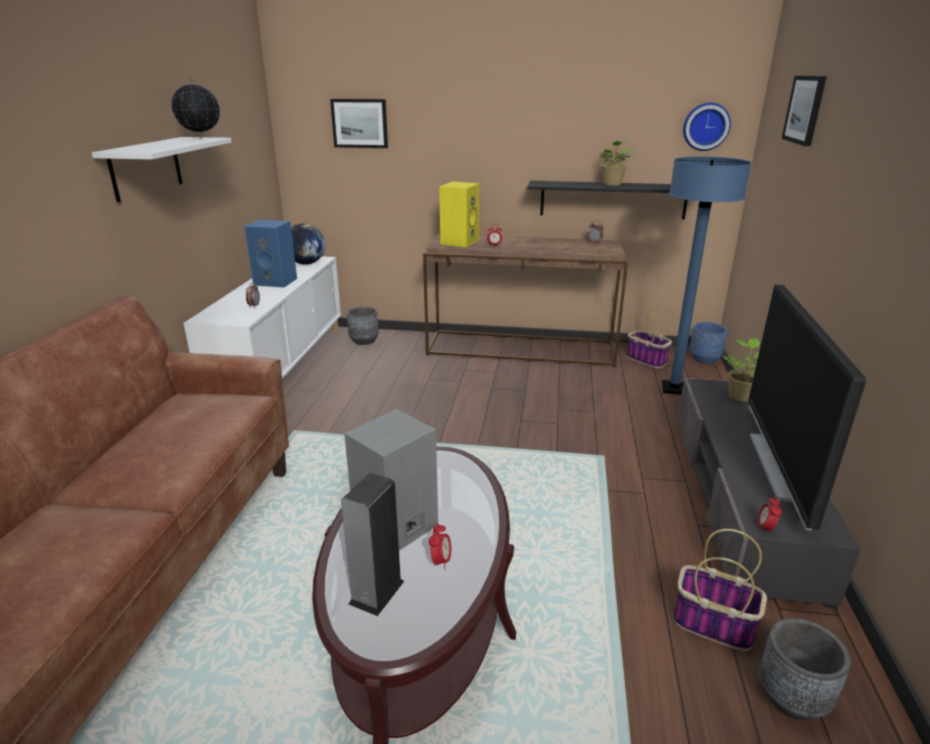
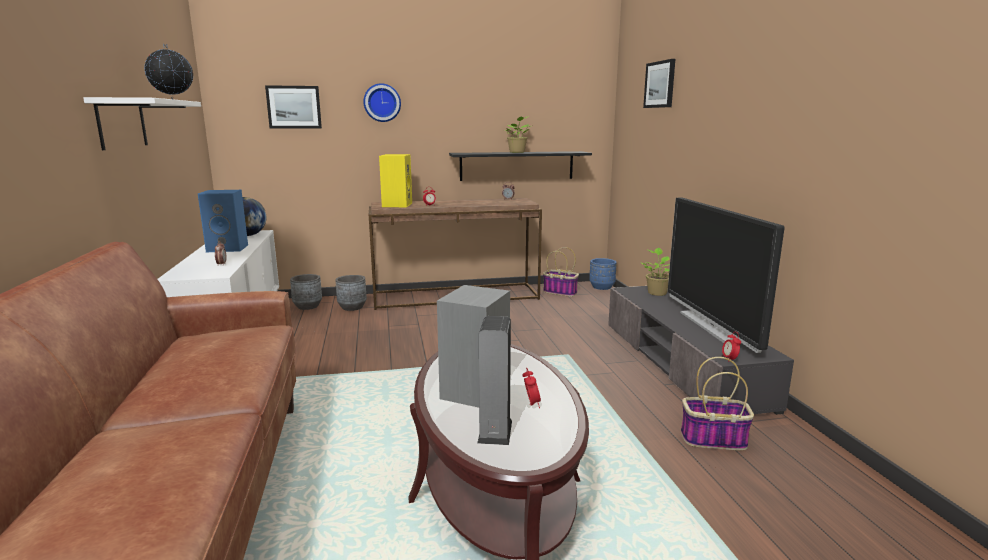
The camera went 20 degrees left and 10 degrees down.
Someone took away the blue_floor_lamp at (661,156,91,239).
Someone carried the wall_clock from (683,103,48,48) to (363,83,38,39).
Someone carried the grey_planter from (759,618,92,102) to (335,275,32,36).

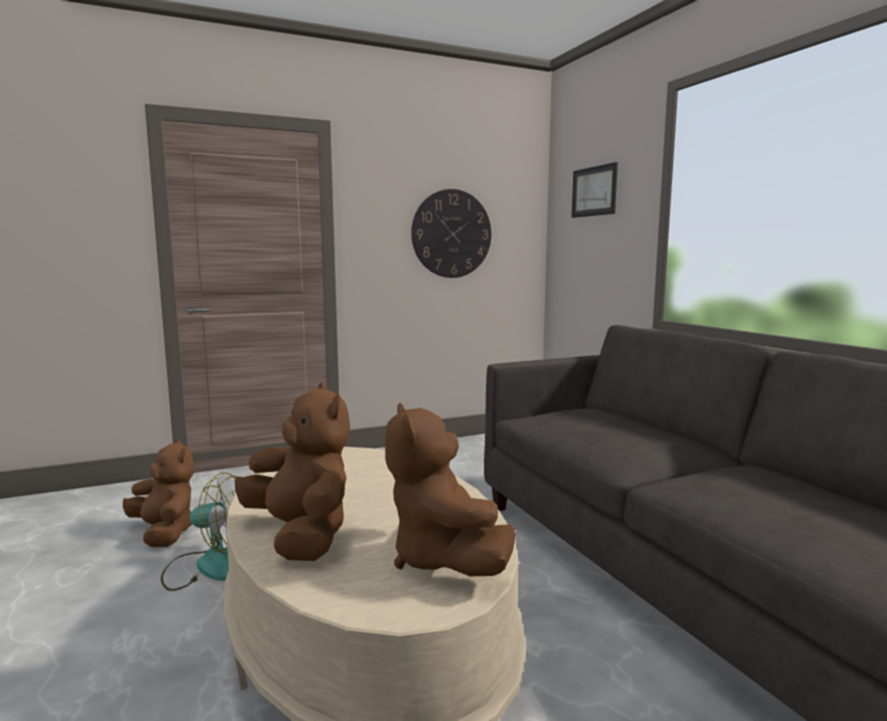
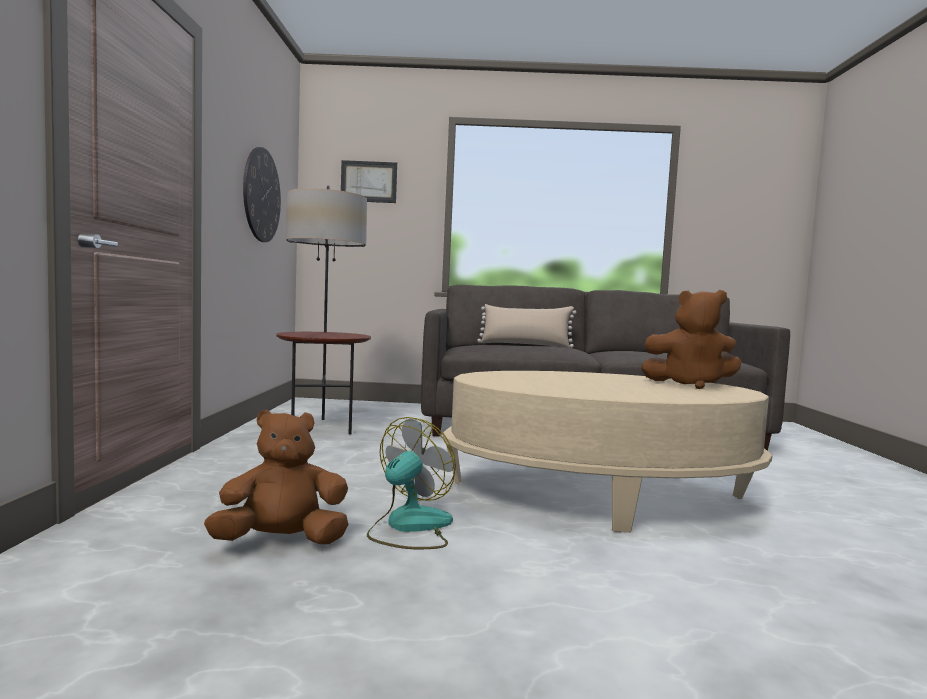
The camera went 65 degrees left and 5 degrees down.
Someone took away the brown_plush_toy at (235,382,115,179).
Someone put down the floor_lamp at (276,185,95,249).
Someone put down the beige_pillow at (477,304,99,44).

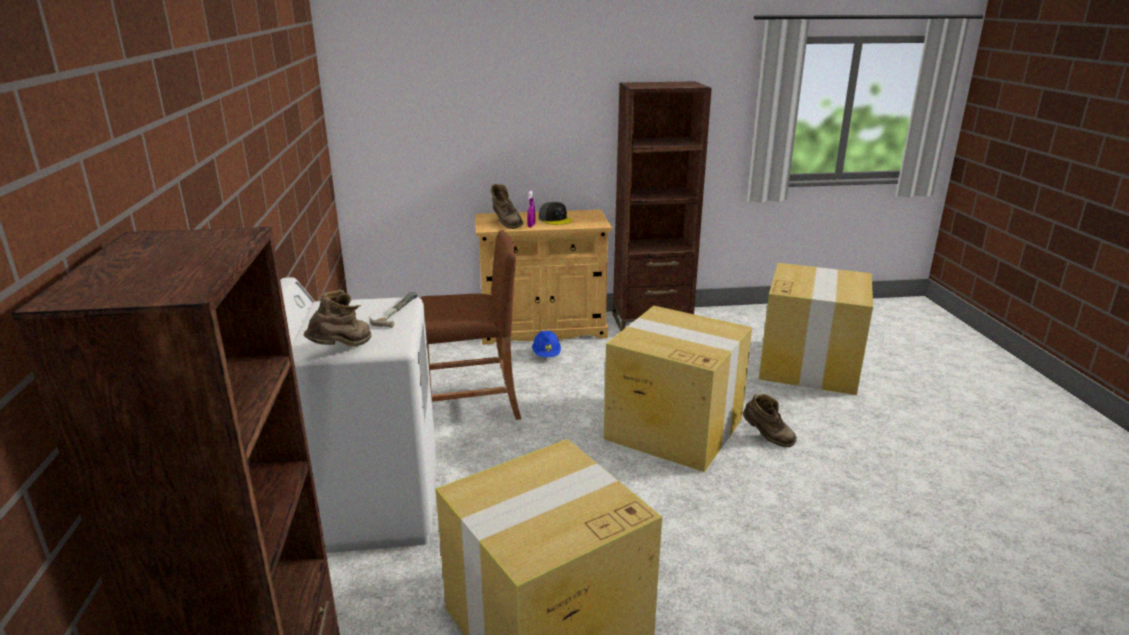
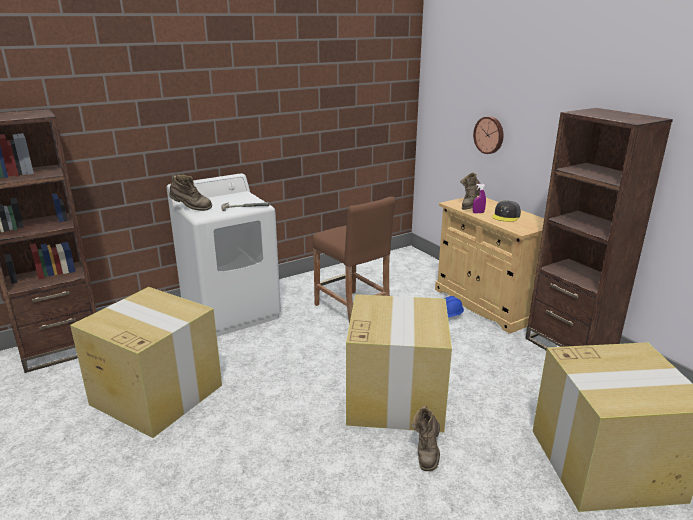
The camera went 65 degrees right and 0 degrees up.
Someone put up the wall_clock at (473,116,31,38).

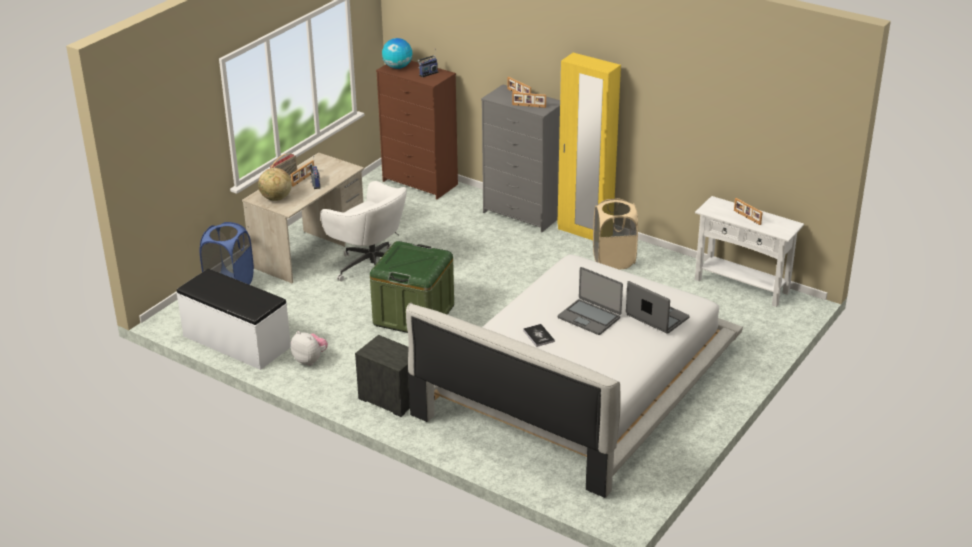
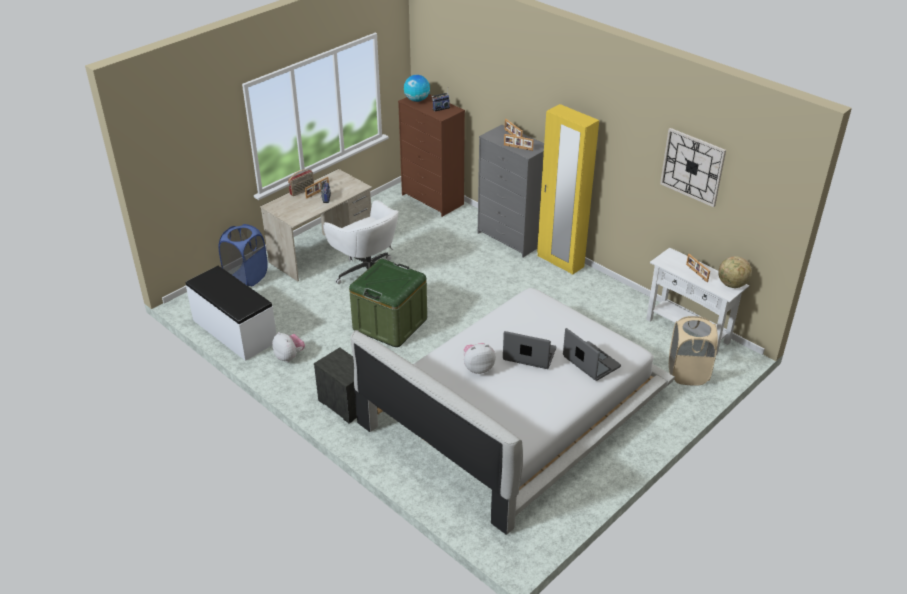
The camera went 10 degrees right and 5 degrees up.
Someone carried the globe from (258,168,34,33) to (718,256,34,32).
Someone swapped the book at (523,324,32,23) for the plush_toy at (463,343,33,31).
Someone rotated the laptop at (558,267,65,68) by 150 degrees clockwise.
Someone carried the beige_laundry_basket from (593,198,45,72) to (669,316,49,69).
Someone put up the wall_clock at (660,128,66,79).

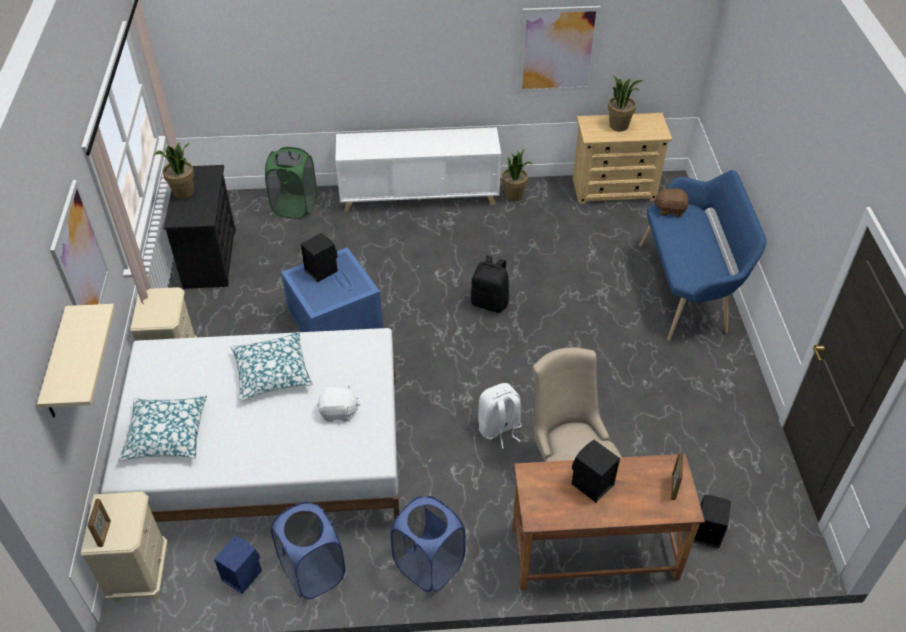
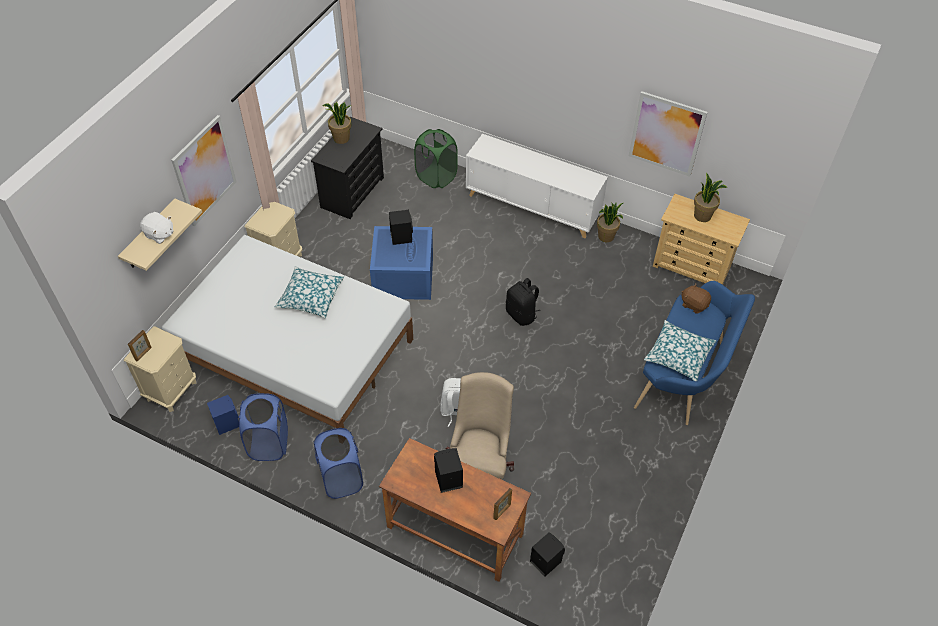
The camera went 30 degrees right and 5 degrees up.
Someone carried the pillow from (118,395,89,66) to (644,320,72,61).
Someone carried the white_plush_toy from (317,385,44,37) to (140,212,34,32).

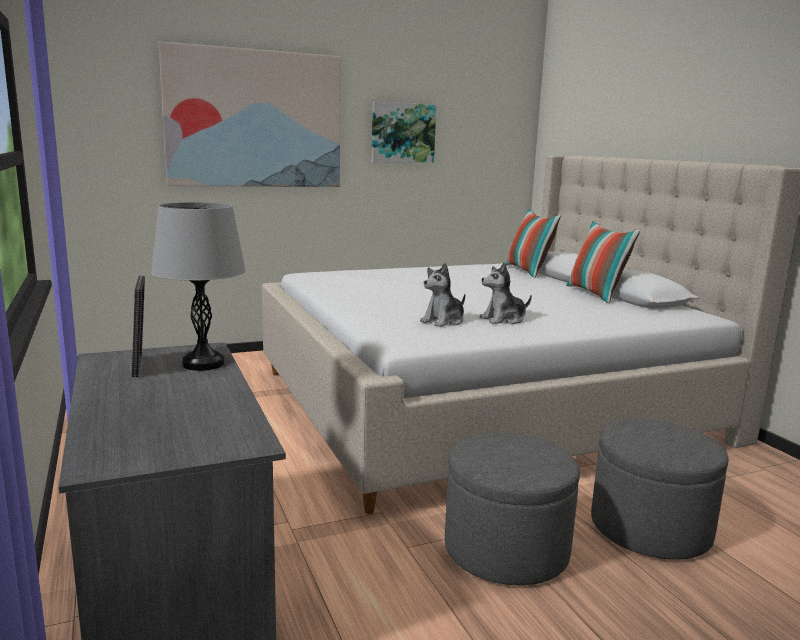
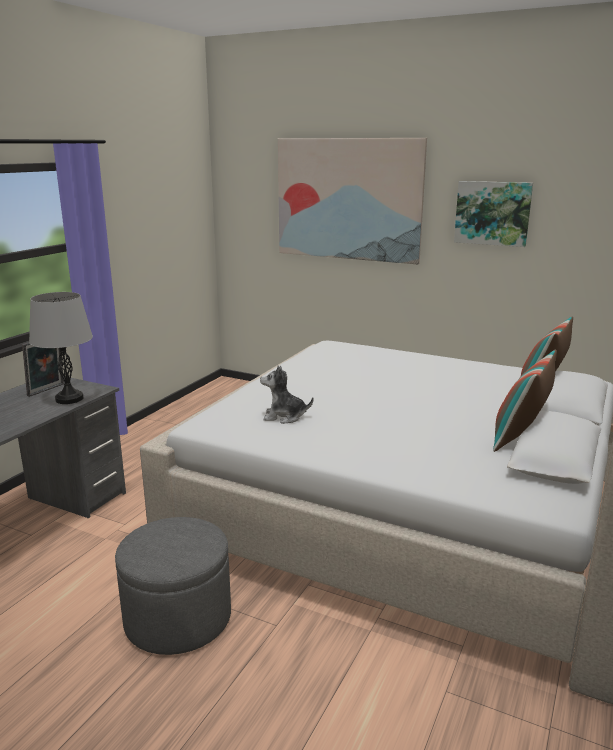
The camera went 50 degrees right and 5 degrees up.
Someone took away the plush_toy at (480,262,52,62).
Someone took away the grey_ottoman at (591,419,138,141).

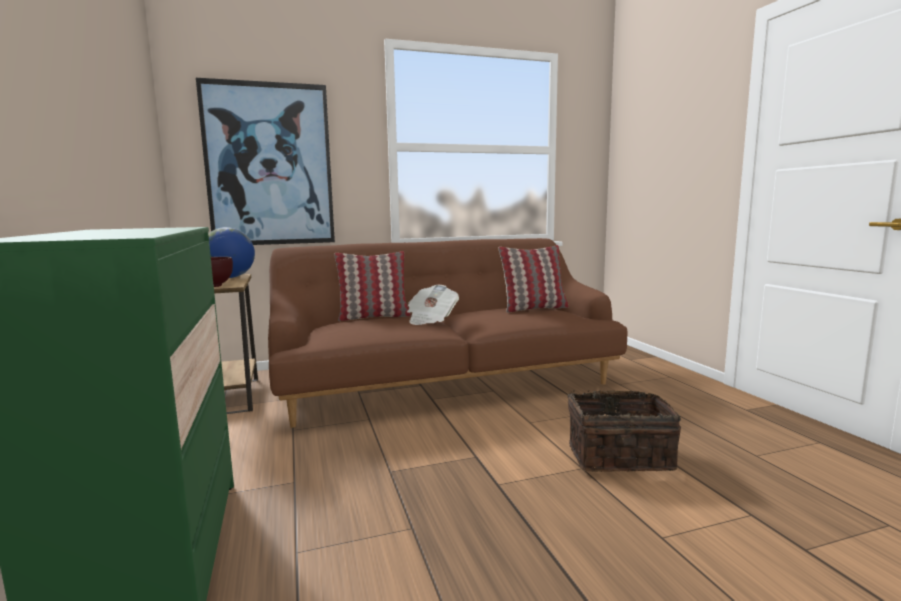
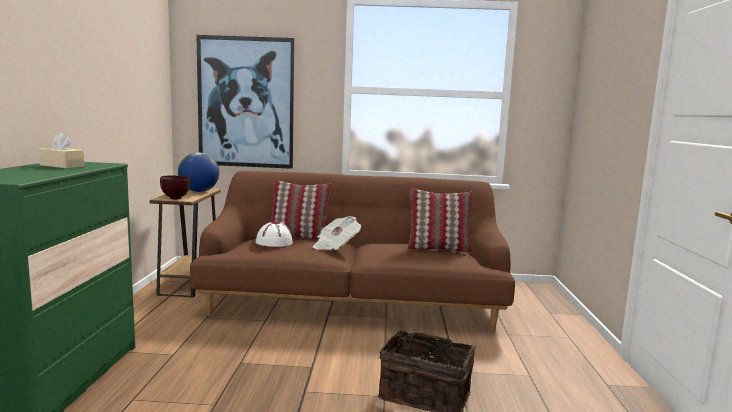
The camera went 20 degrees right and 0 degrees up.
Someone put down the beige_tissue_box at (39,133,45,35).
Someone put down the white_hat at (255,221,38,26).

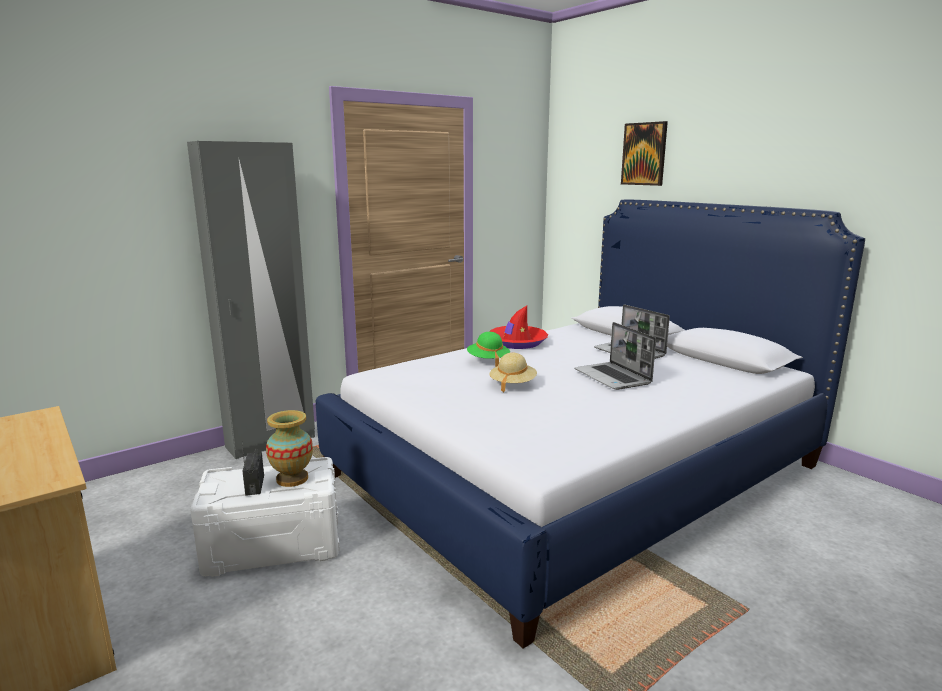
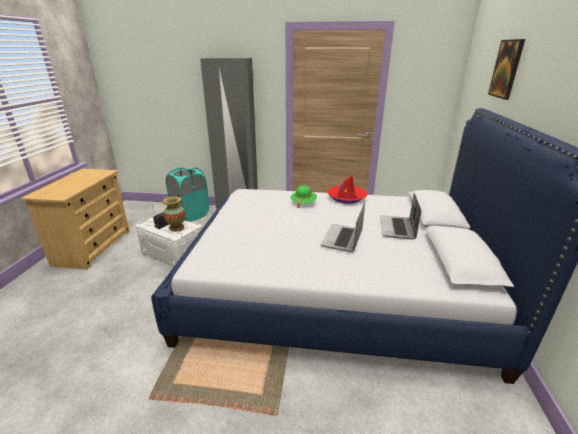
The camera went 45 degrees right and 10 degrees up.
Someone took away the beige_hat at (490,353,47,39).
Someone put down the turquoise_laundry_basket at (166,167,43,54).

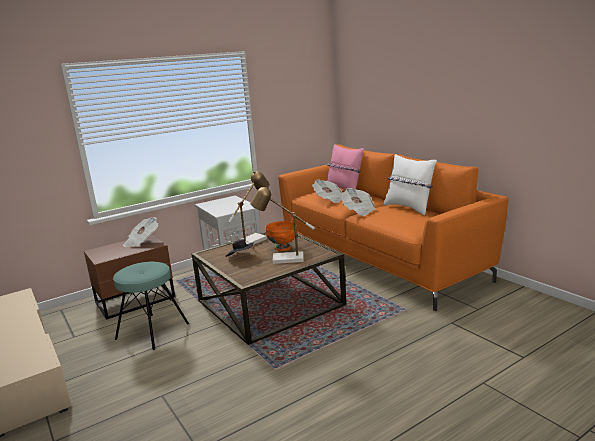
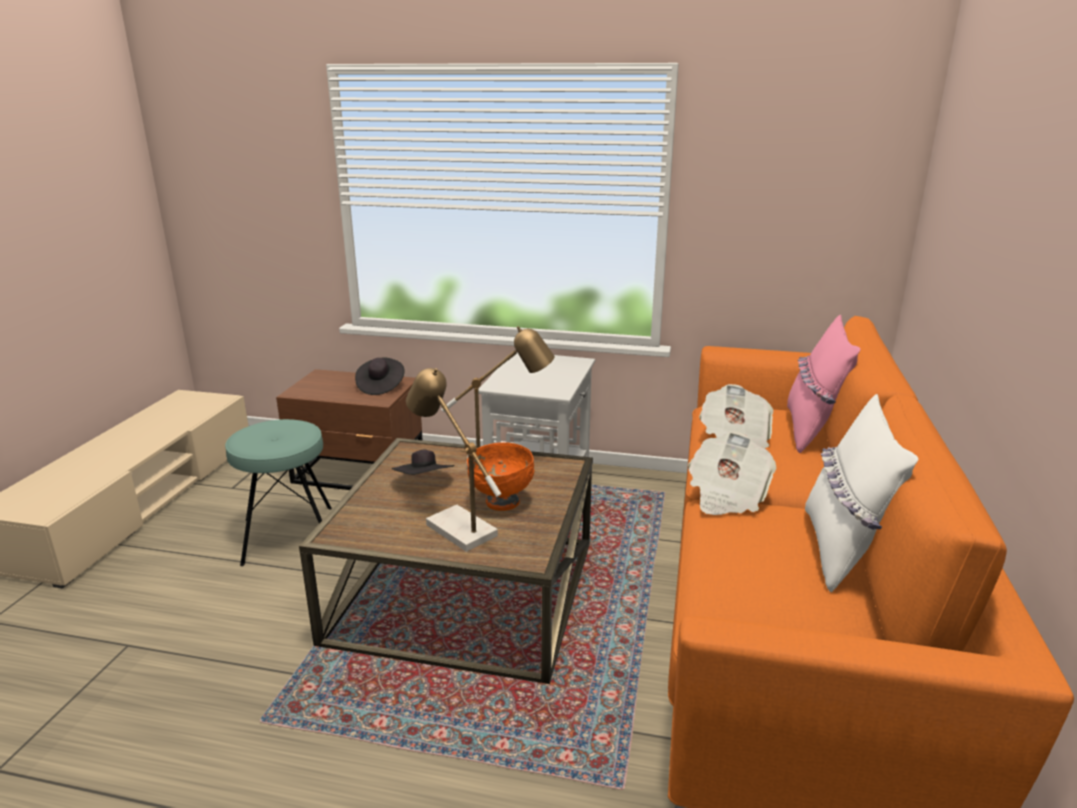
The camera went 45 degrees right and 5 degrees up.
Someone swapped the newspaper at (123,217,35,30) for the black_hat at (355,357,49,38).

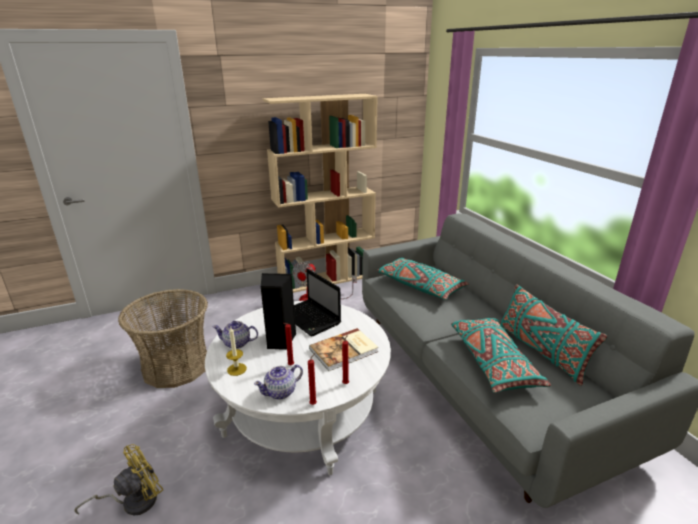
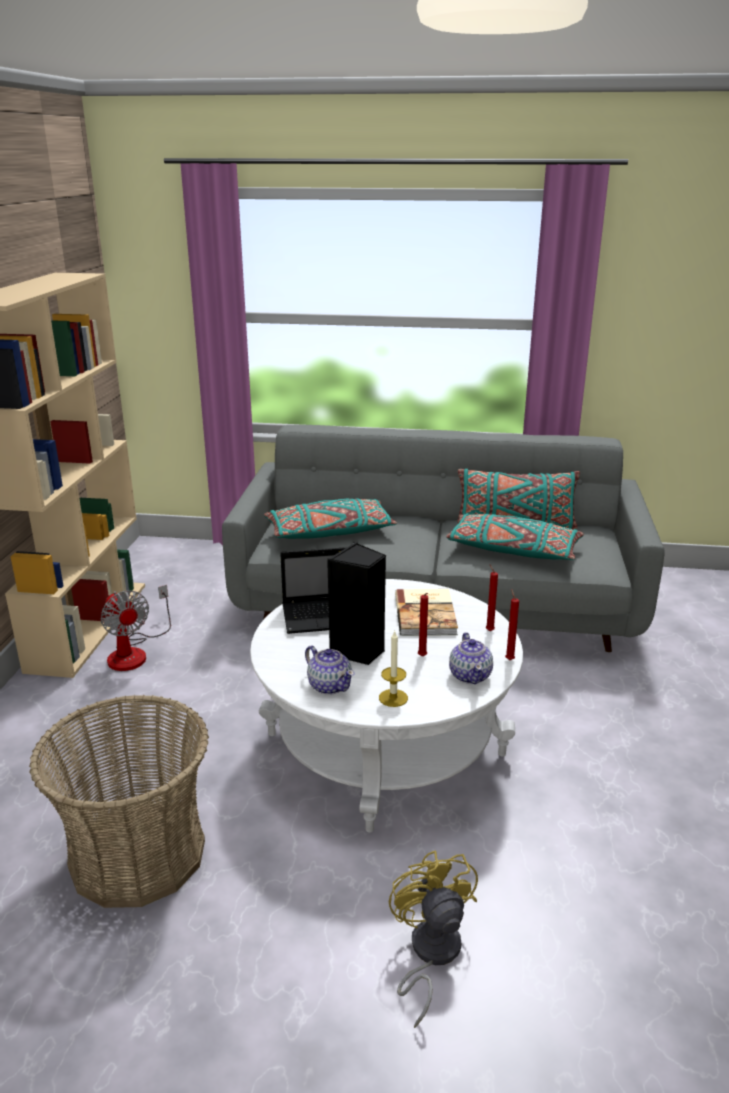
The camera went 60 degrees left and 0 degrees up.
Someone rotated the teapot at (213,321,45,28) by 75 degrees counterclockwise.

